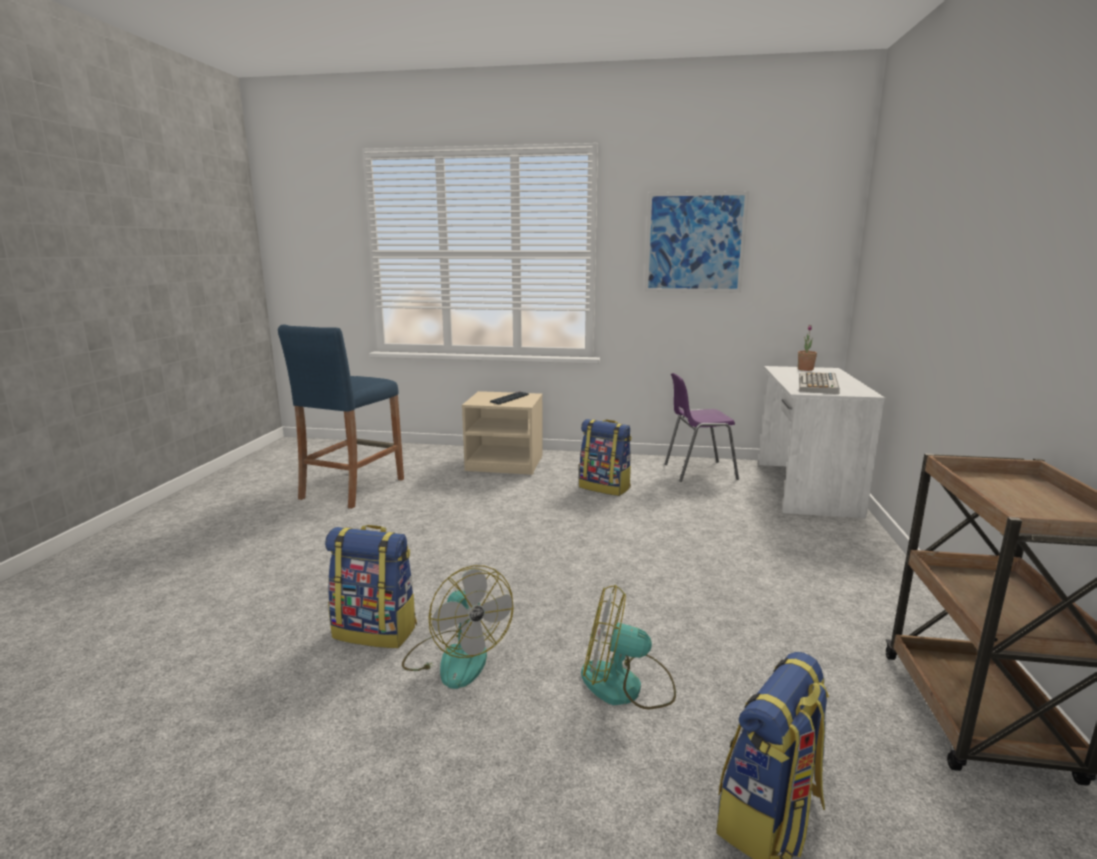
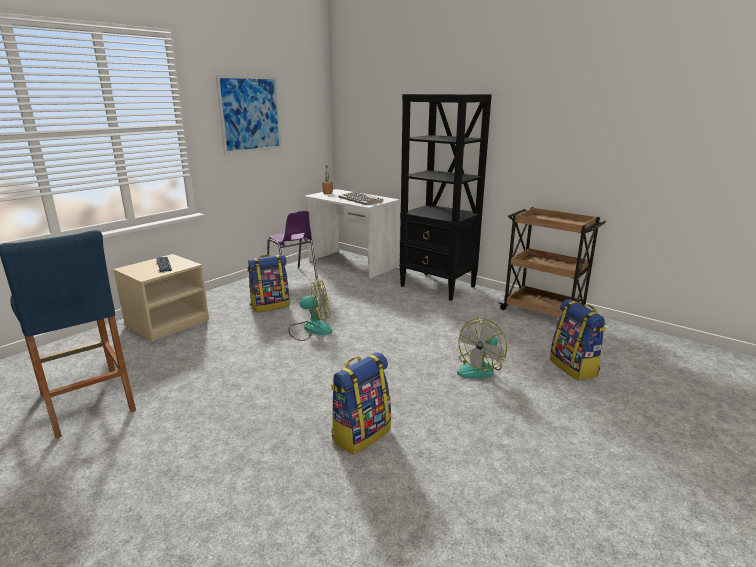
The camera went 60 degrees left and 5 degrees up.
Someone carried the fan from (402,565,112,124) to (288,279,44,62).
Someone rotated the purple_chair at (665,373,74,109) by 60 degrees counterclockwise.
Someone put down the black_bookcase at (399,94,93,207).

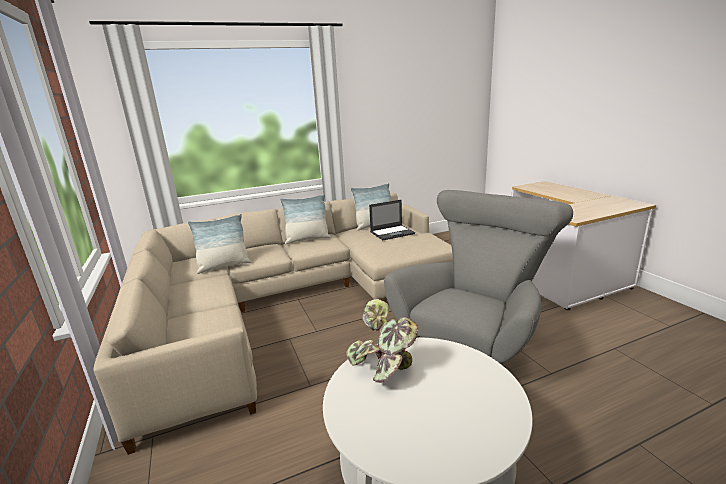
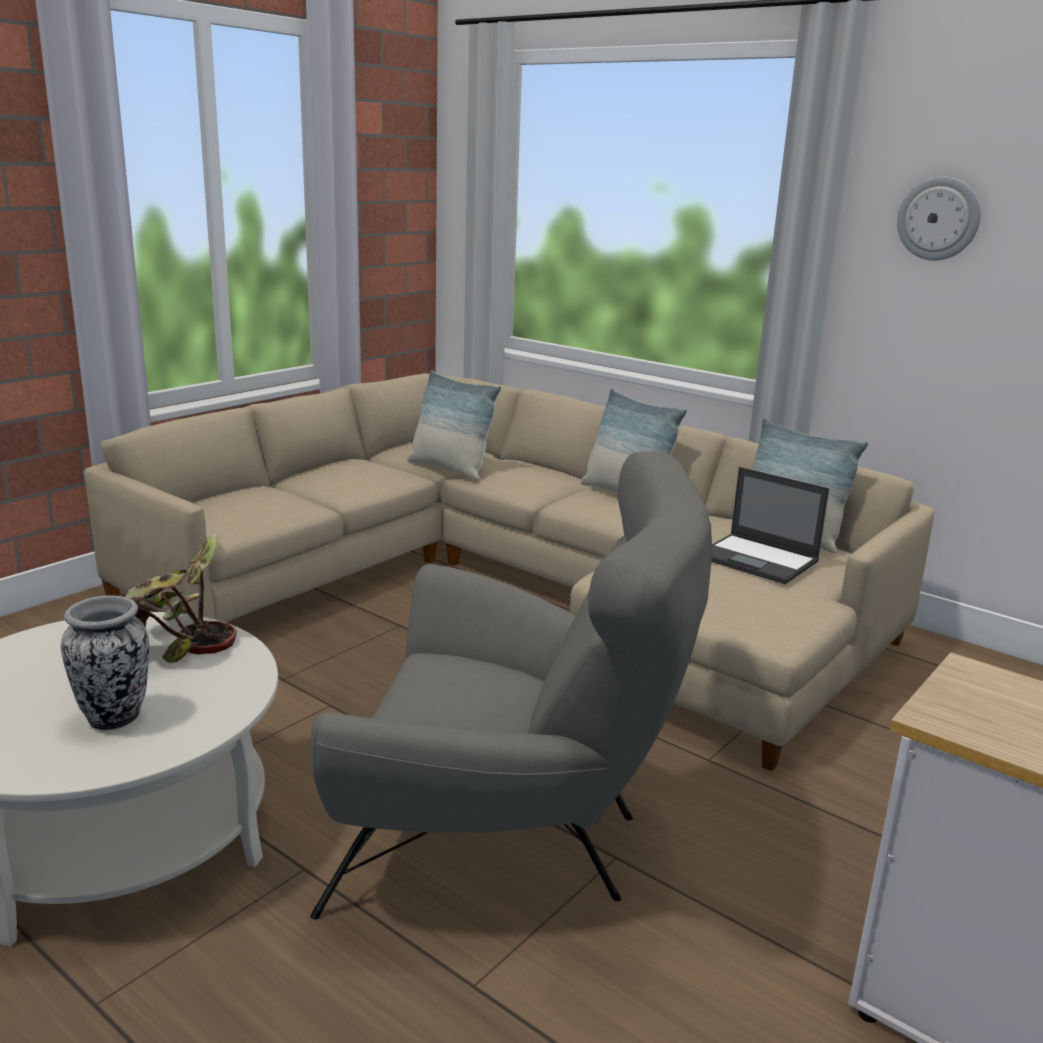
The camera went 60 degrees right and 0 degrees up.
Someone put down the vase at (61,595,88,136).
Someone put up the wall_clock at (897,176,84,85).

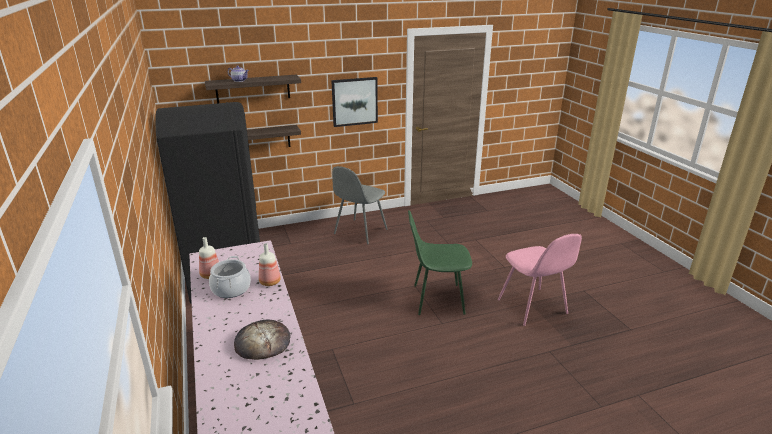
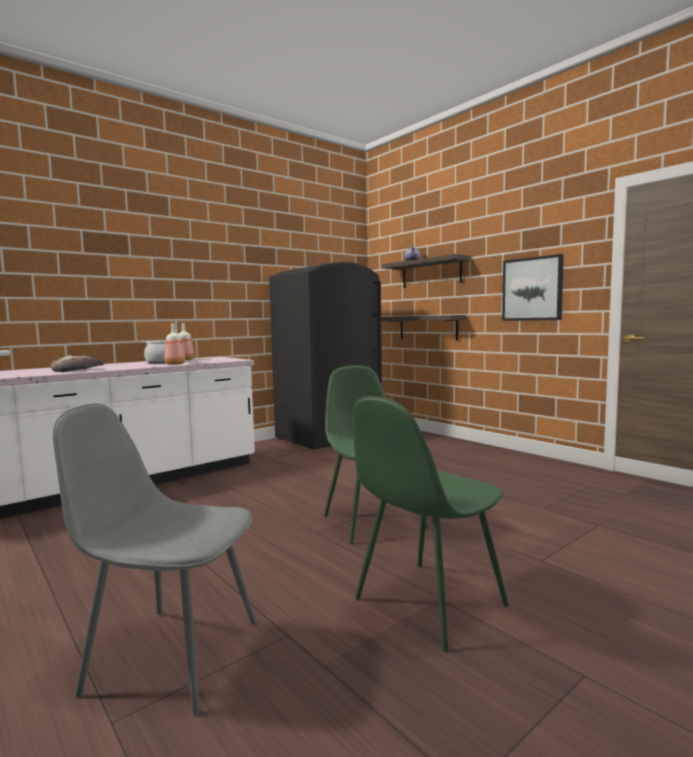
The camera went 70 degrees right and 20 degrees down.
Someone carried the grey_chair from (332,166,55,78) to (53,403,203,312).
Someone repainted the pink_chair at (498,234,84,92), which became the green_chair at (352,396,157,256).

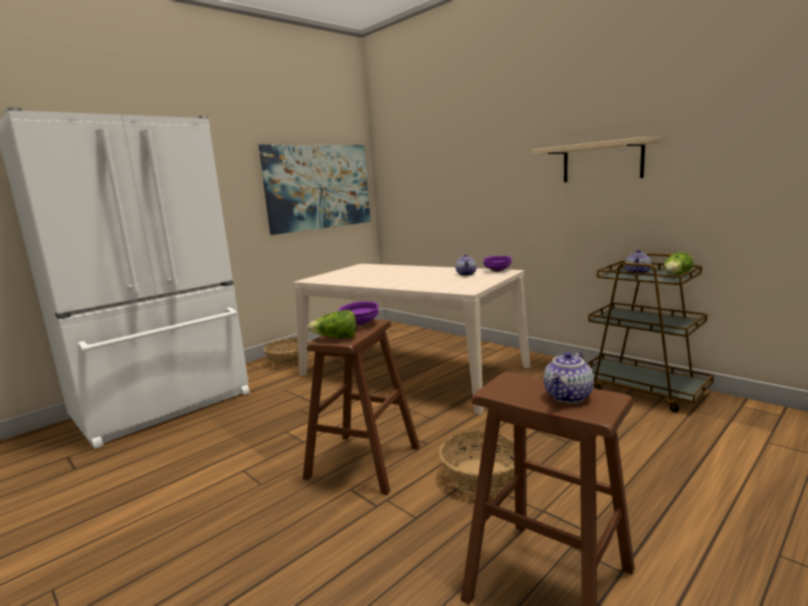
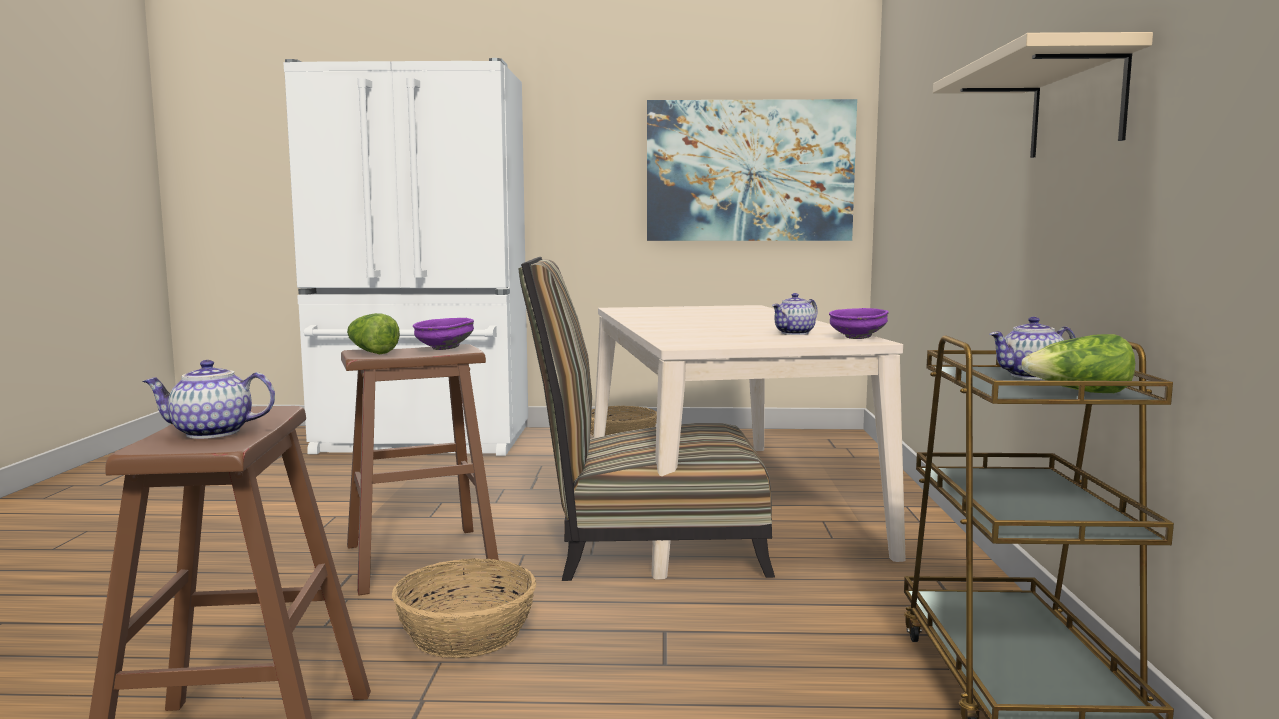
The camera went 45 degrees right and 5 degrees down.
Someone put down the chair at (518,257,257,324).

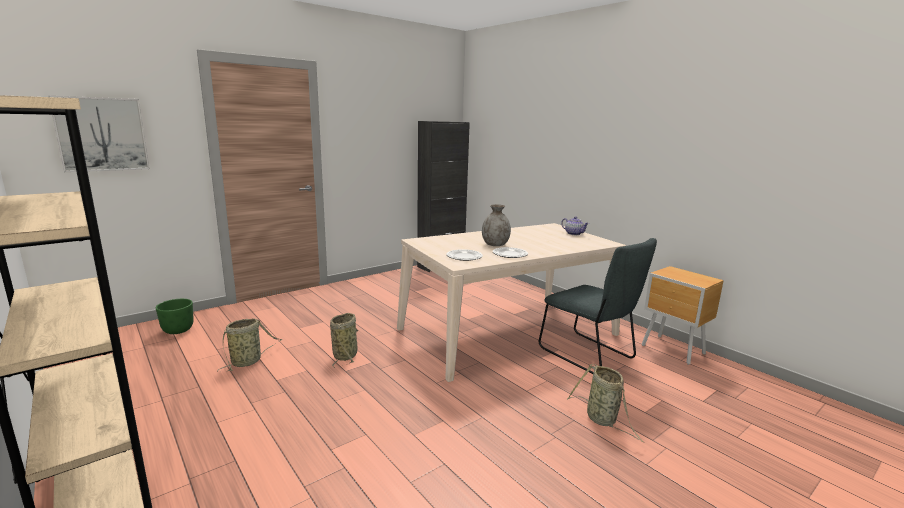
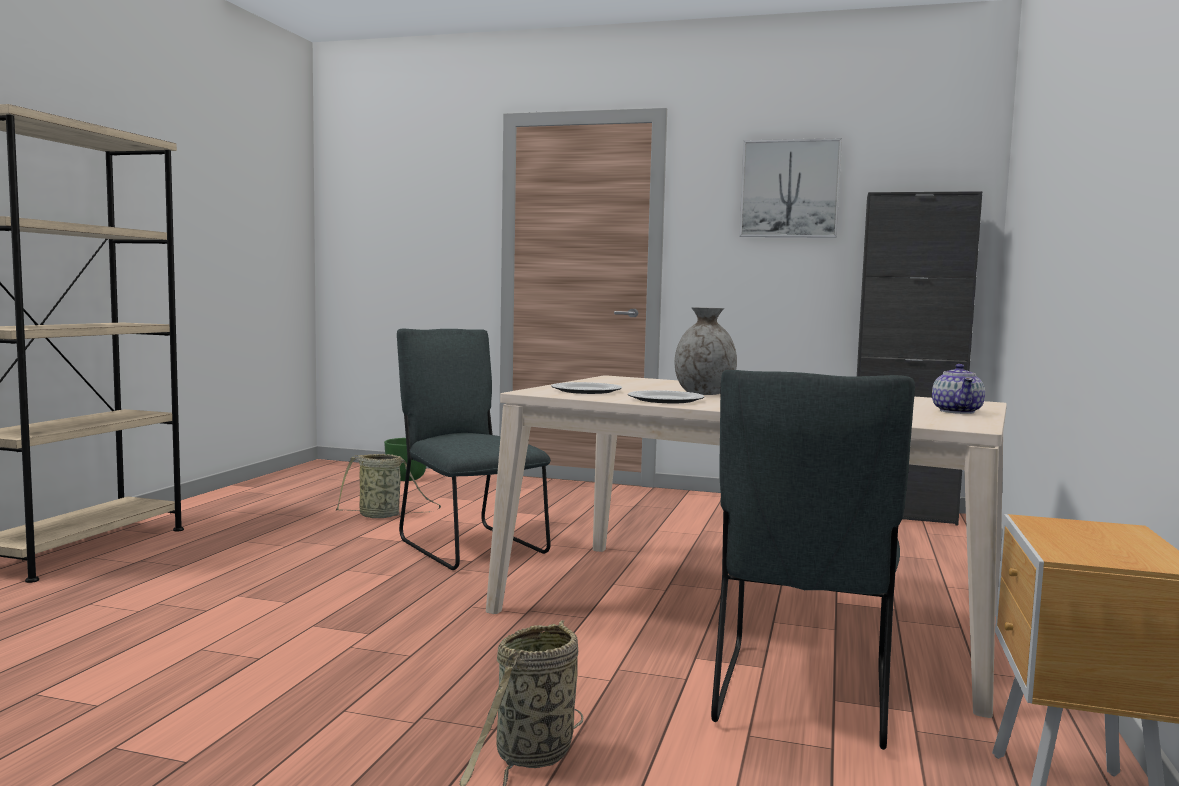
The camera went 55 degrees right and 10 degrees down.
Someone carried the picture from (48,96,102,76) to (739,138,103,100).
Someone swapped the basket at (330,313,28,55) for the grey_chair at (397,329,154,241).

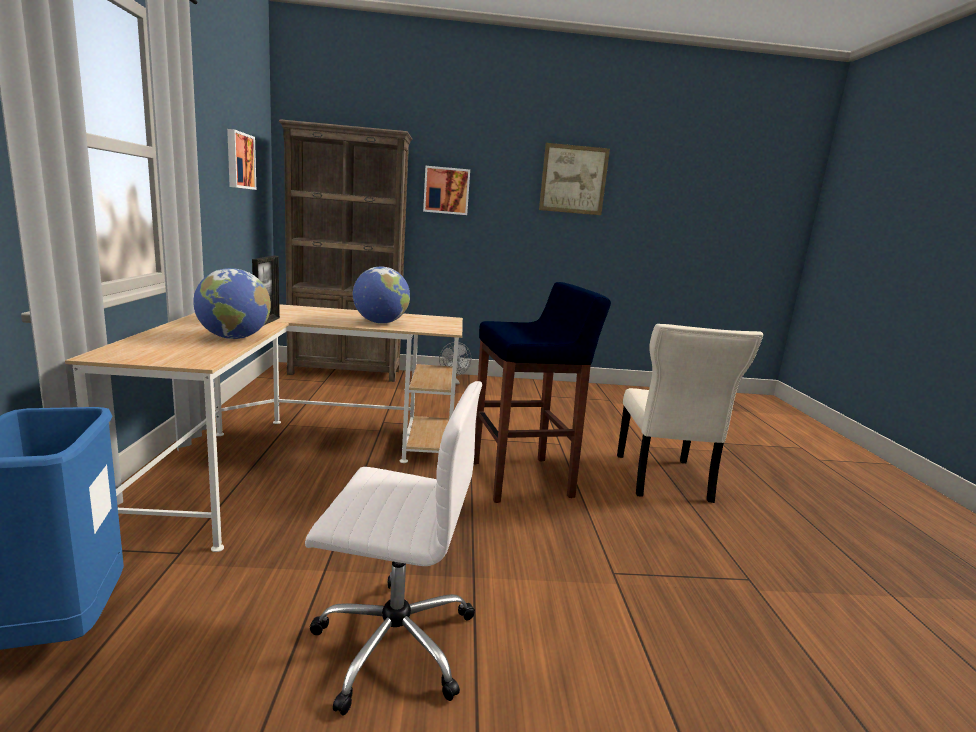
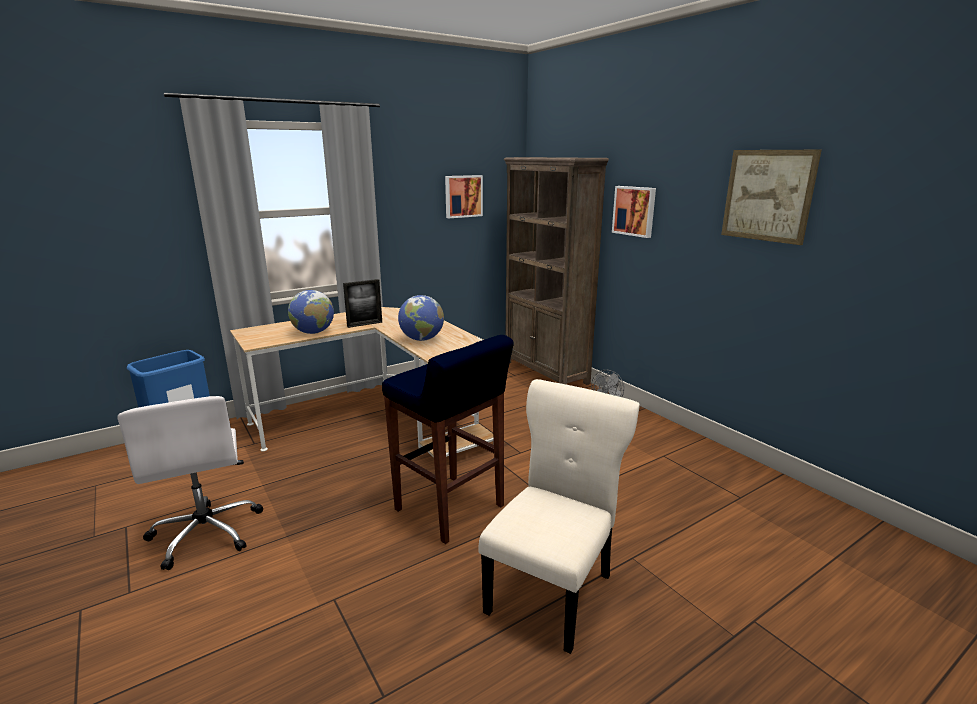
The camera went 60 degrees right and 5 degrees up.
Someone rotated the beige_chair at (617,324,146,179) by 150 degrees clockwise.

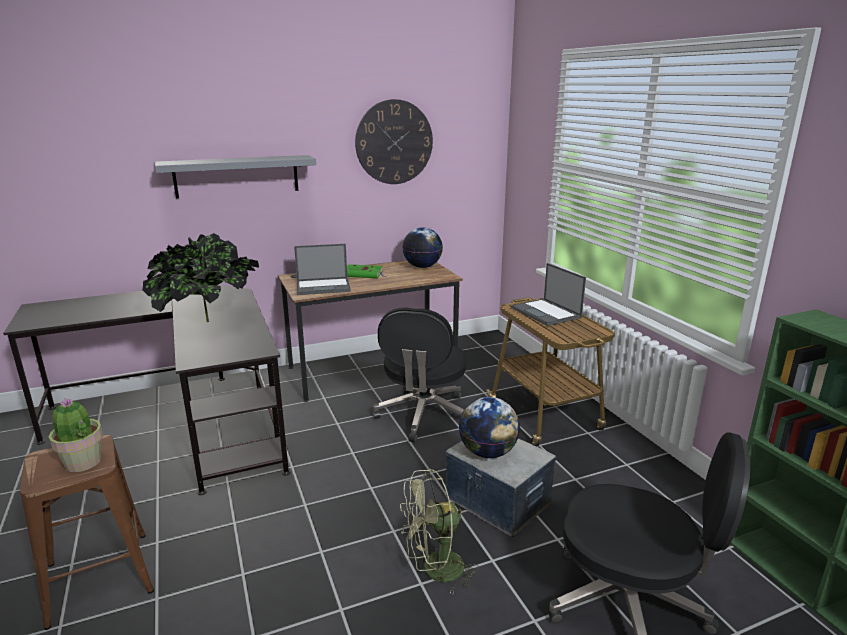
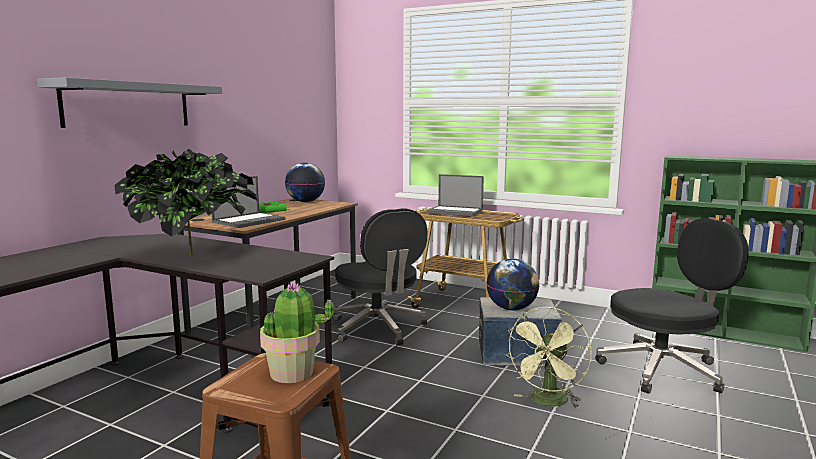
The camera went 40 degrees left and 10 degrees down.
Someone took away the wall_clock at (355,99,78,85).

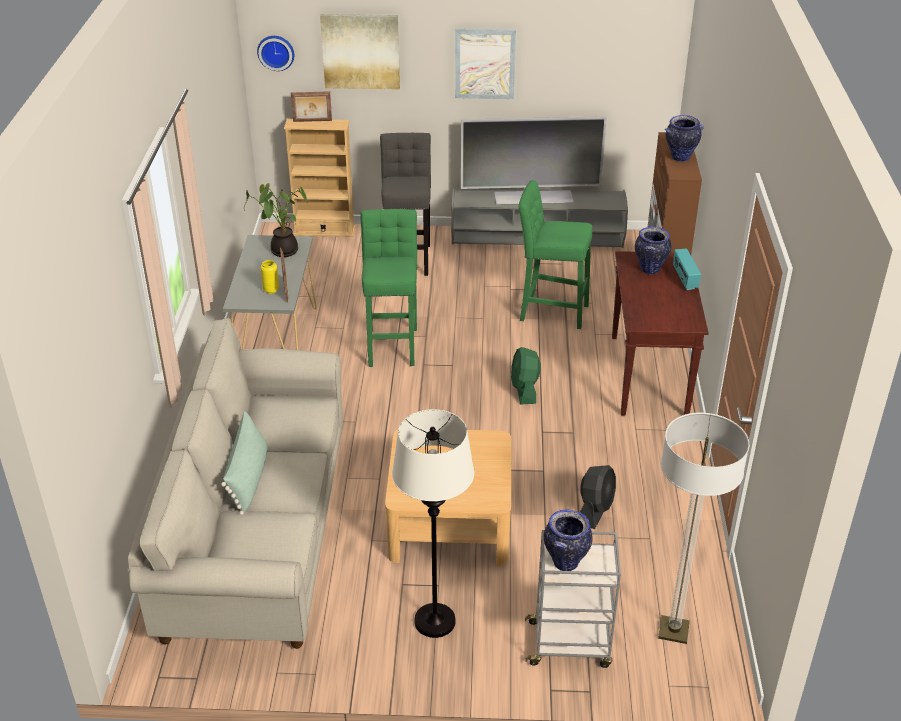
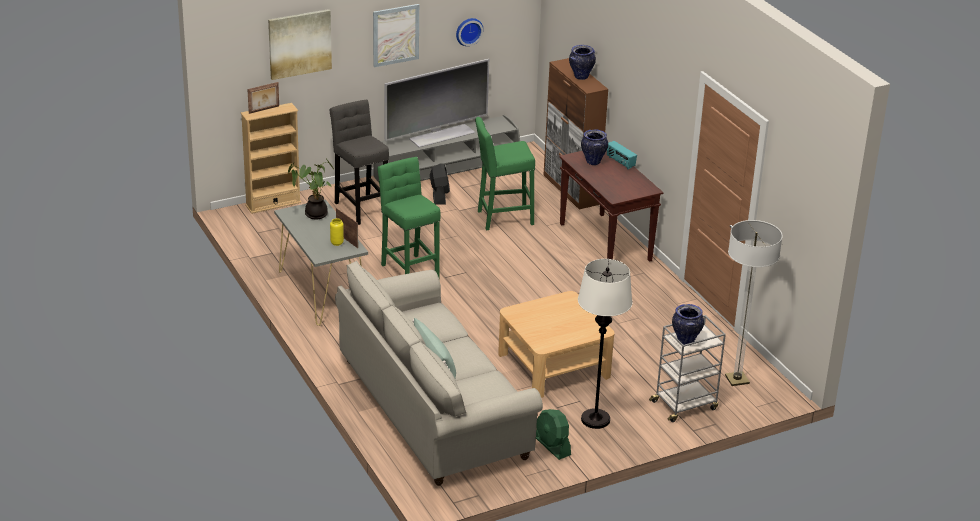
The camera went 30 degrees left and 5 degrees down.
Someone carried the wall_clock from (257,36,37,35) to (456,18,28,28).
Someone carried the green_fan from (511,347,30,58) to (536,409,35,51).
Someone carried the black_fan from (580,465,36,64) to (430,163,20,41).

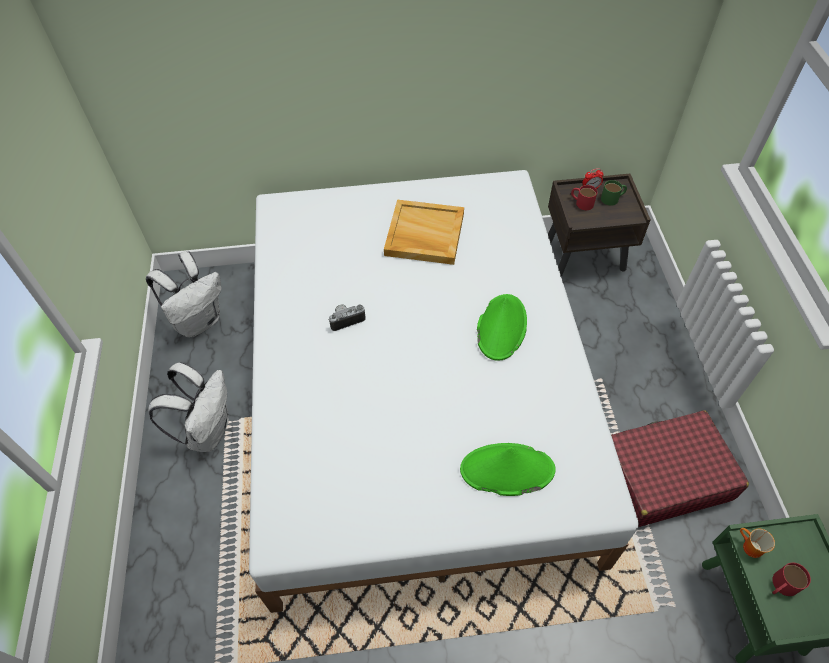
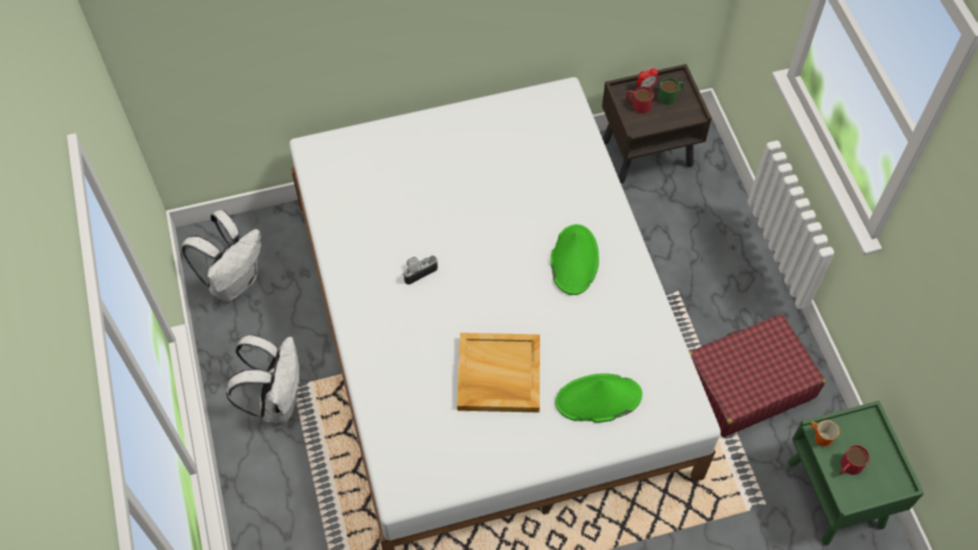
The camera went 10 degrees left and 5 degrees up.
Someone carried the beige_tray from (384,200,80,65) to (457,333,83,79).

